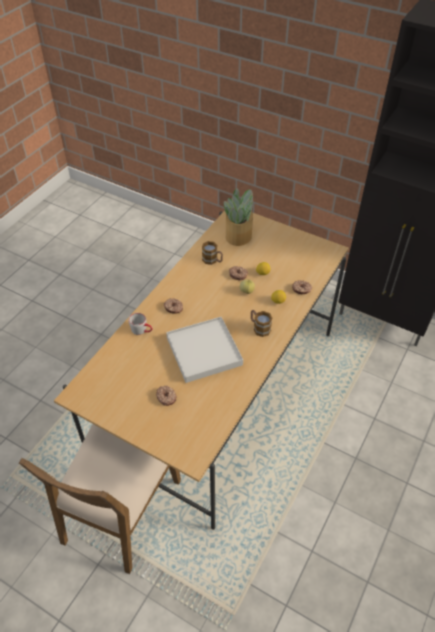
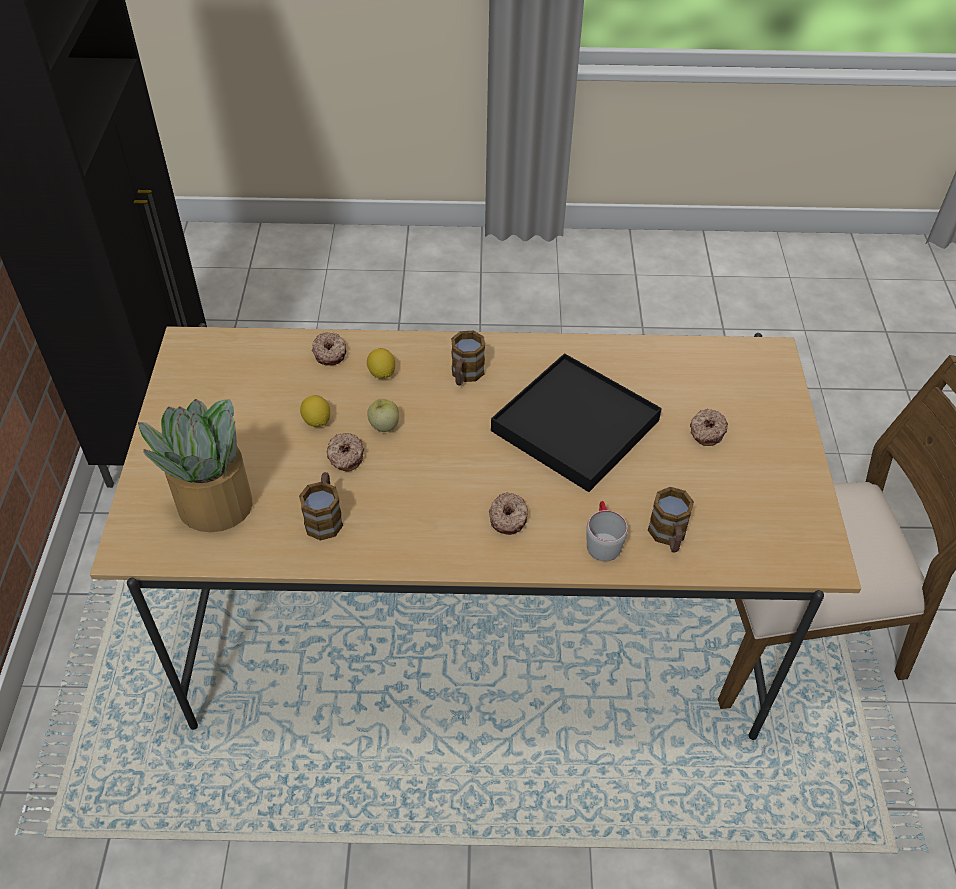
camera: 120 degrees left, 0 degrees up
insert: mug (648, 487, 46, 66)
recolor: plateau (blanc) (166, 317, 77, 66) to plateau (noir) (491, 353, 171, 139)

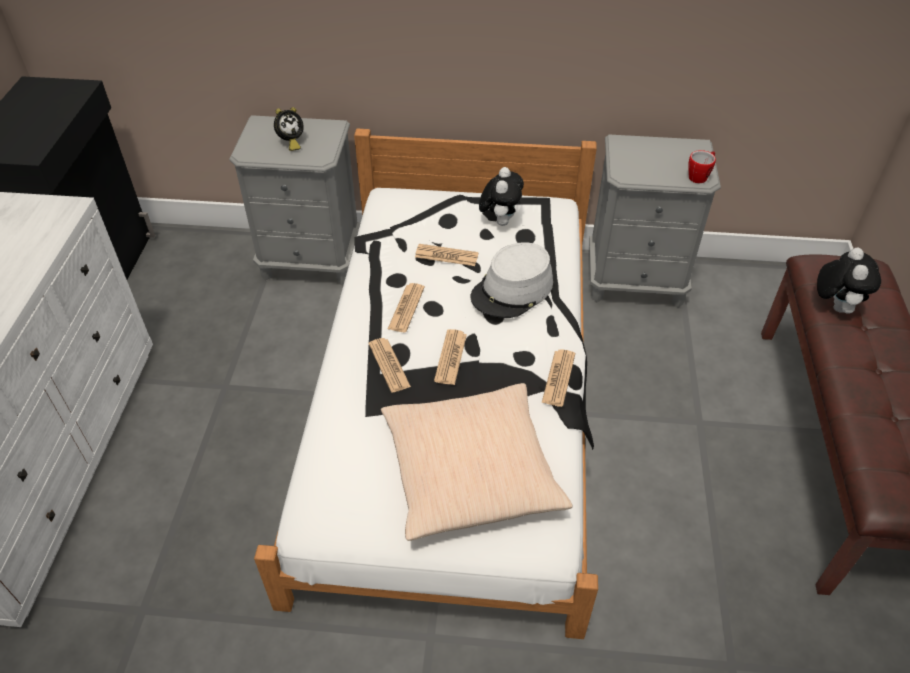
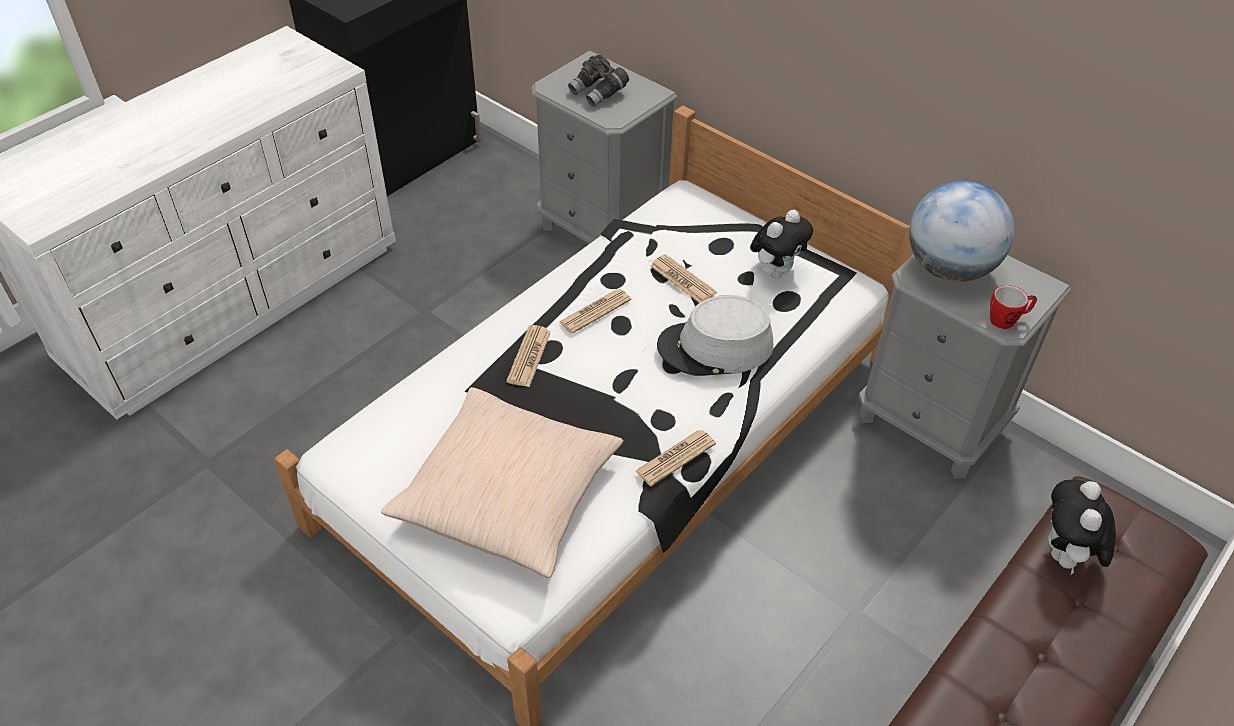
camera: 35 degrees right, 0 degrees up
delete: journal (434, 329, 33, 56)
insert: globe (909, 181, 105, 101)
replace: réveil (274, 107, 30, 44) to jumelles (gris) (568, 55, 61, 52)
rotate: peluche (817, 248, 64, 66) = (1048, 479, 68, 96) 150 degrees clockwise

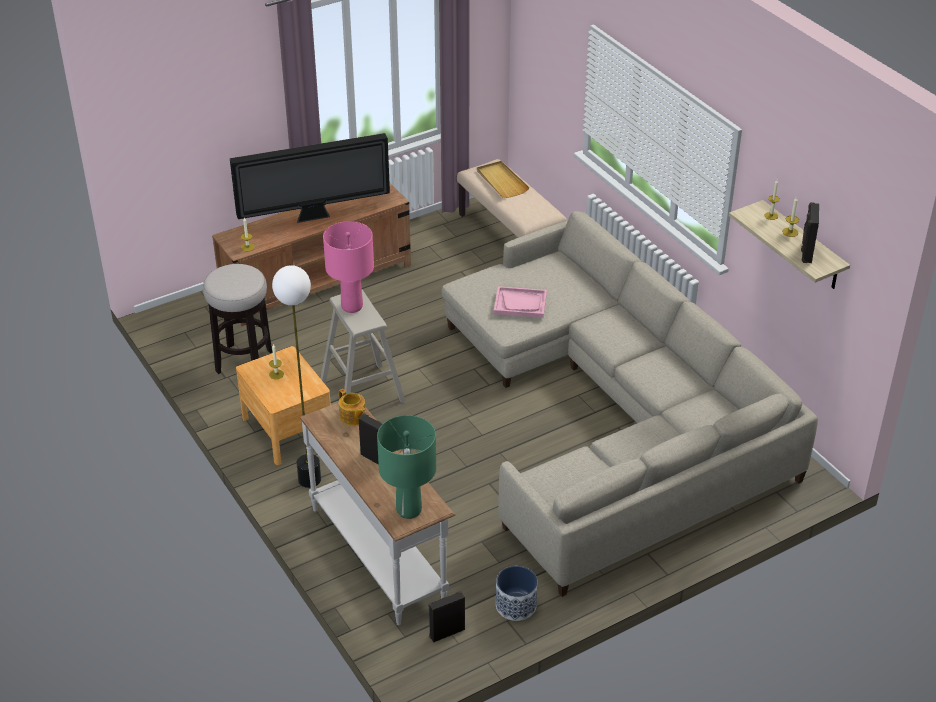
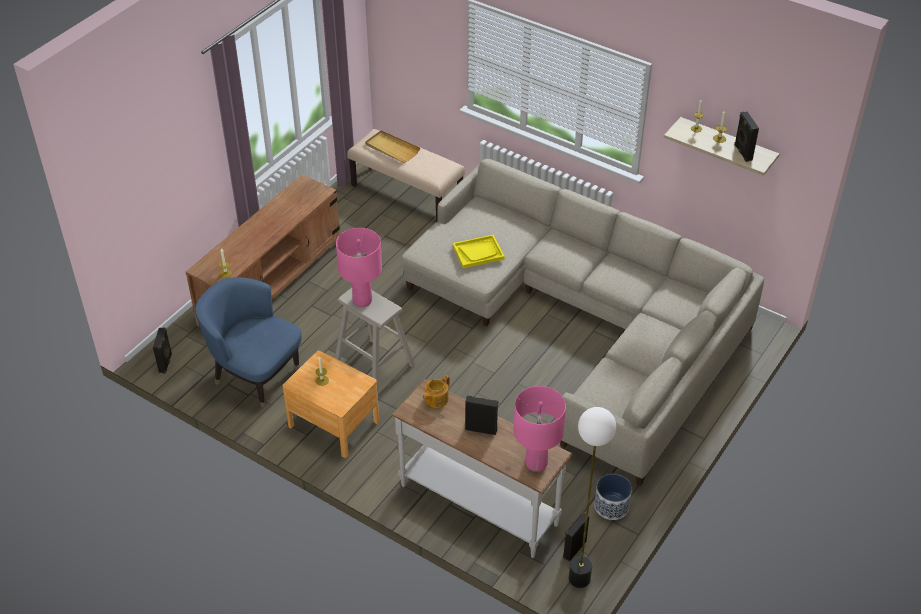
camera: 25 degrees left, 5 degrees up
delete: téléviseur (230, 133, 160, 90)
insert: enceinte (noir) (153, 328, 19, 45)
move: lampadaire (272, 265, 49, 223) to (569, 407, 47, 181)
replace: tabouret (203, 264, 69, 110) to fauteuil (bleu) (195, 277, 107, 130)
recolor: lampe de table (vert) (377, 415, 59, 104) to lampe de table (rose) (514, 386, 52, 86); plateau (rose) (494, 286, 53, 32) to plateau (jaune) (453, 235, 52, 33)
rotate: théière (339, 389, 27, 36) = (423, 375, 27, 33) 105 degrees clockwise

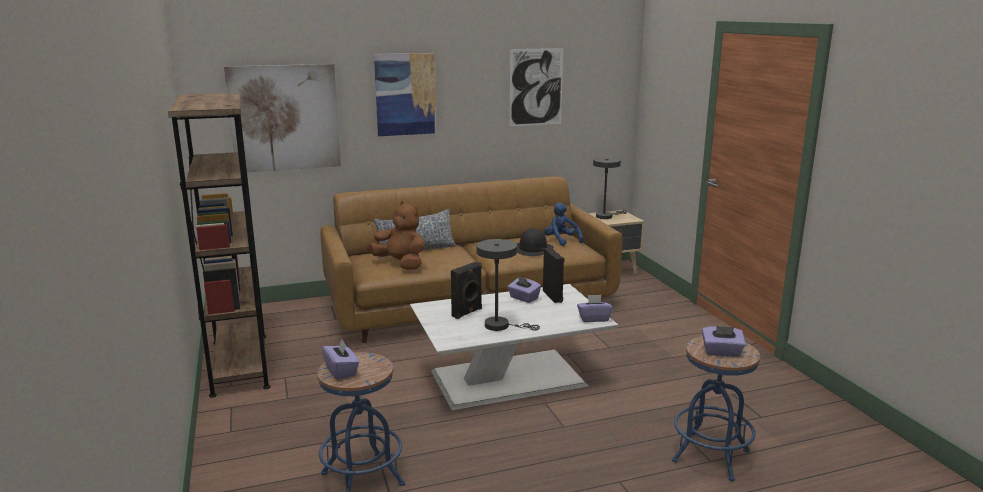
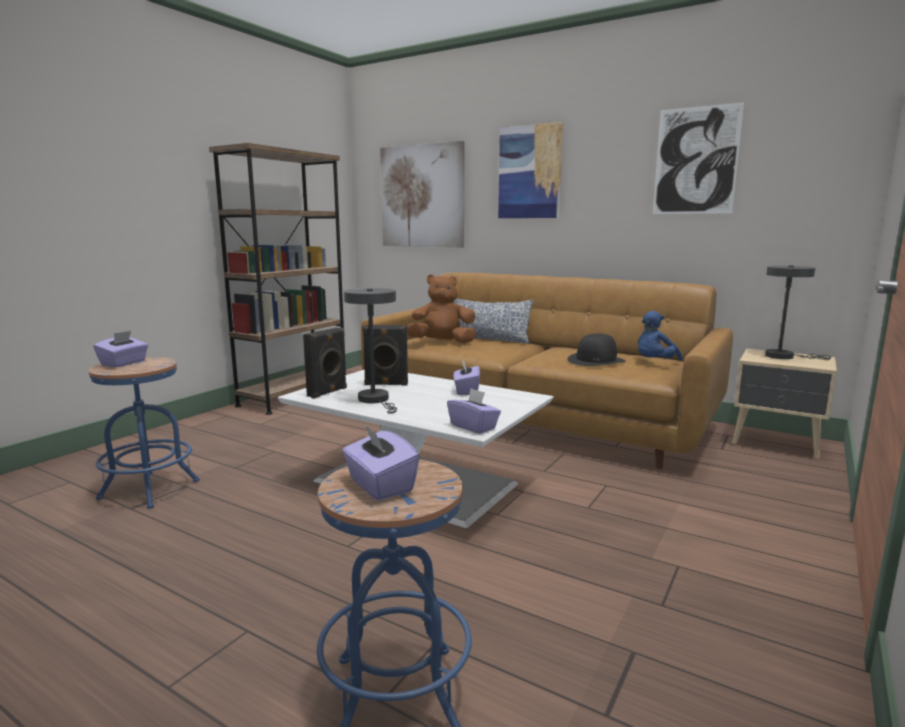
camera: 50 degrees right, 5 degrees down
move: enceinte (noir) (543, 247, 21, 56) to (303, 328, 44, 70)
rotate: peluche (marron) (369, 201, 56, 69) = (407, 274, 69, 69) 90 degrees counterclockwise; peluche (bleu) (545, 202, 38, 44) = (638, 311, 45, 50) 150 degrees counterclockwise

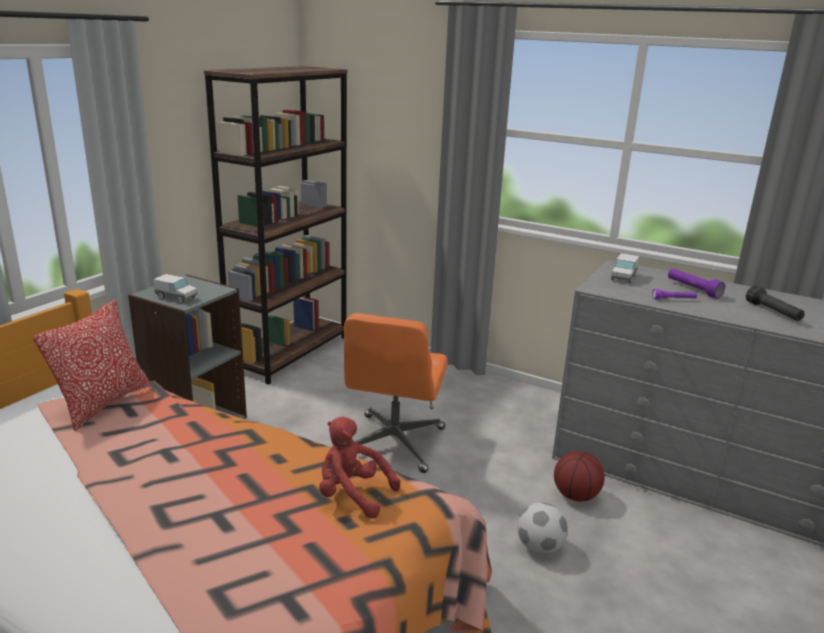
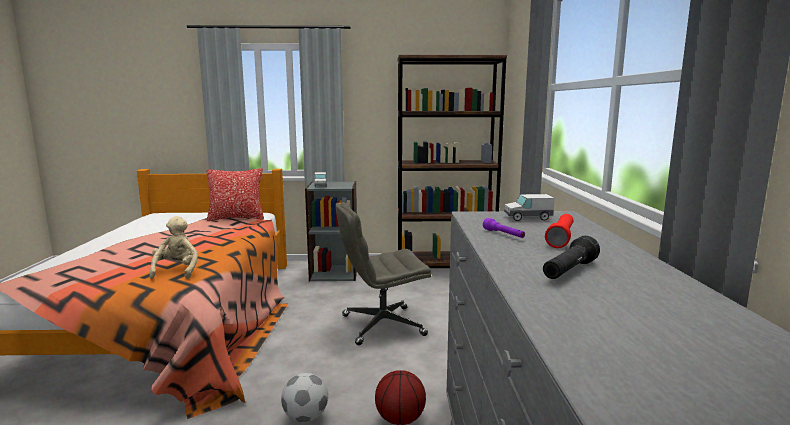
camera: 60 degrees right, 10 degrees down
recolor: peluche (rouge) (319, 417, 81, 101) to peluche (beige) (149, 216, 49, 63); chaise de bureau (orange) (344, 313, 104, 160) to chaise de bureau (gris) (335, 202, 96, 143); lampe de poche (violet) (668, 269, 57, 30) to lampe de poche (rouge) (545, 214, 28, 34)

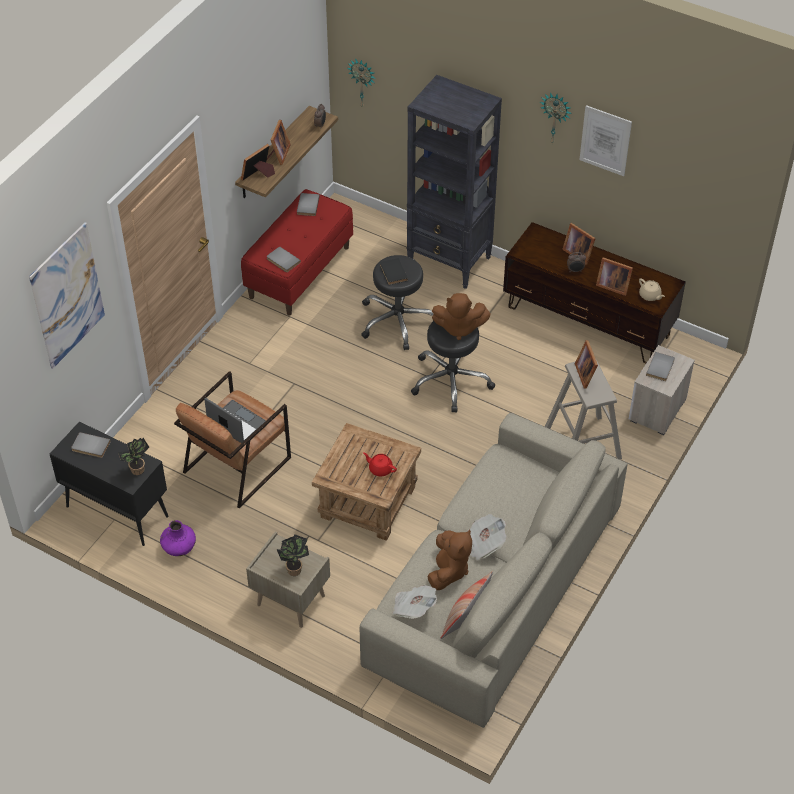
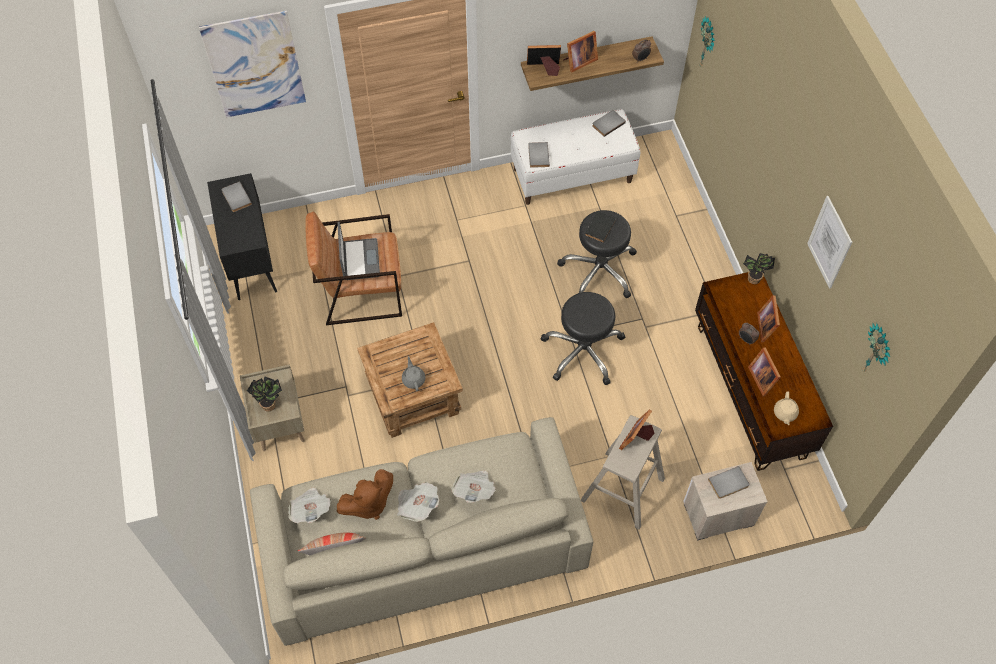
camera: 45 degrees right, 10 degrees up
delete: vase (violet) (160, 520, 36, 36); bibliothèque (noir) (407, 75, 95, 214); peluche (marron) (432, 293, 59, 47)
insert: journal (451, 470, 45, 33)
move: plante en pot (118, 438, 31, 37) to (743, 253, 32, 31); horloge murale (540, 92, 32, 51) to (862, 323, 28, 49)
recolor: banc (rouge) (241, 189, 112, 127) to banc (blanc) (511, 109, 129, 96); théière (rouge) (363, 452, 34, 25) to théière (gris) (402, 356, 24, 35)

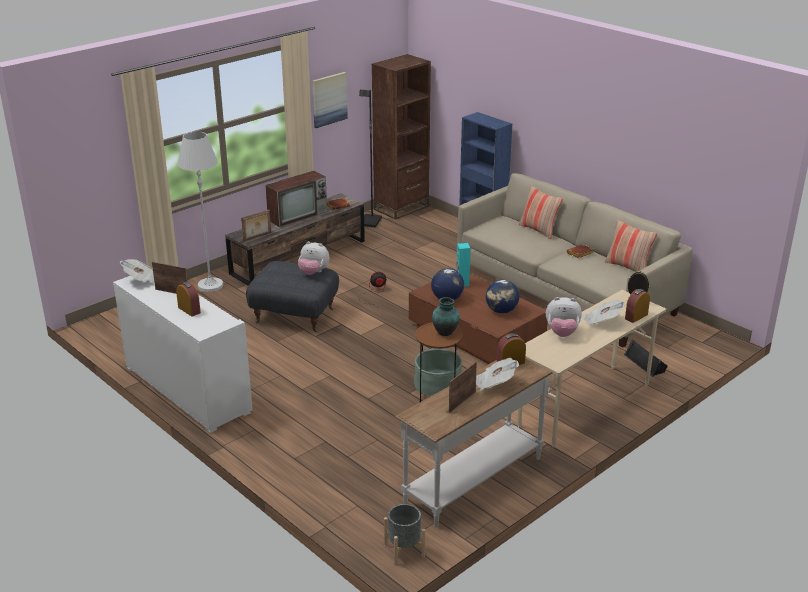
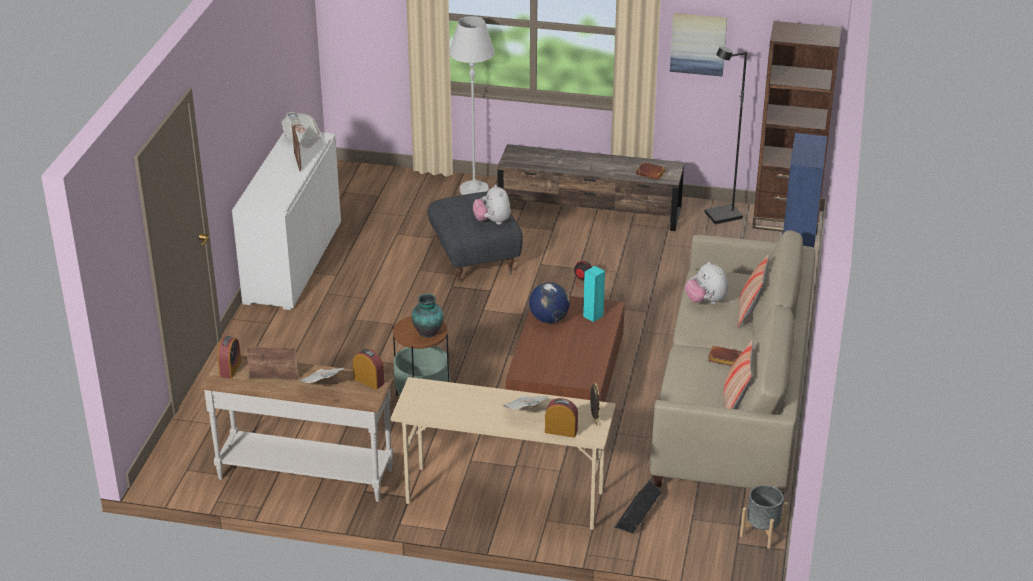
camera: 55 degrees right, 5 degrees up
delete: cadre photo (241, 210, 30, 31); téléviseur (265, 171, 62, 56); globe (486, 280, 33, 33)
move: réveil (176, 282, 25, 35) to (217, 336, 24, 42); cache-pot (gris) (384, 504, 41, 61) to (740, 485, 48, 64); peluche (546, 297, 36, 40) to (685, 262, 43, 42)

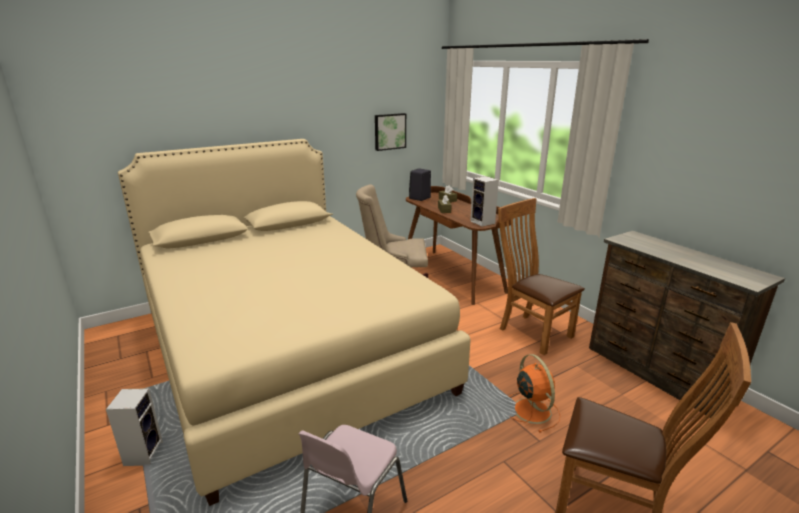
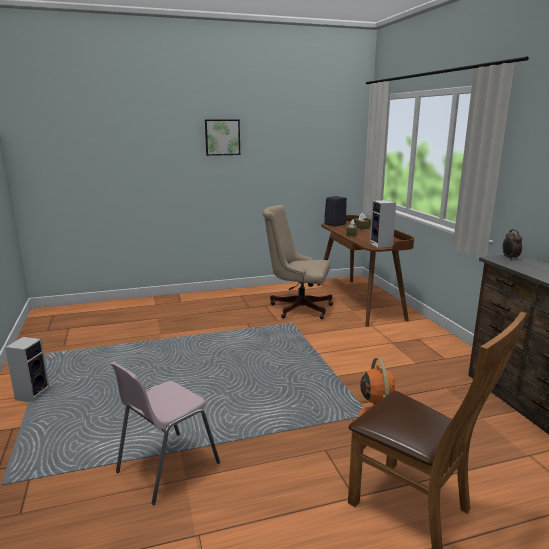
camera: 15 degrees right, 5 degrees down
delete: lit (beige) (118, 139, 353, 367); chaise (marron) (498, 198, 87, 157)
insert: réveil (502, 229, 20, 31)
move: tableau (375, 113, 31, 38) to (205, 120, 35, 36)

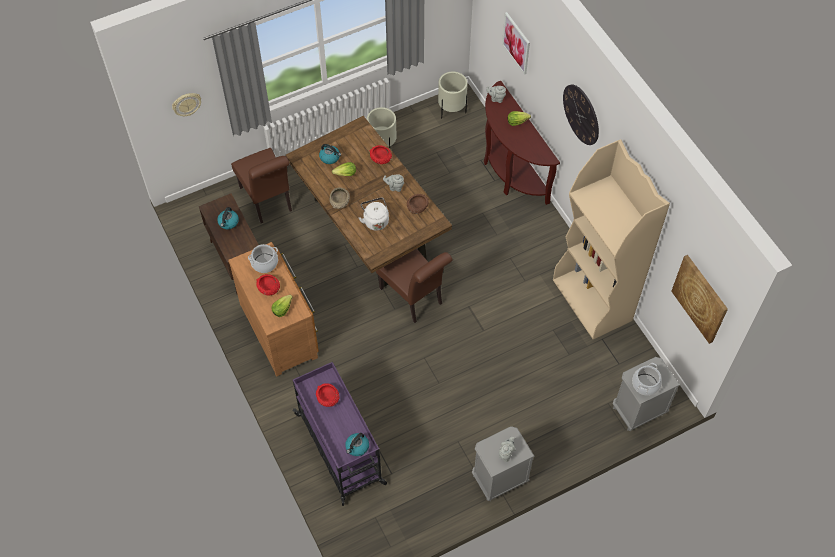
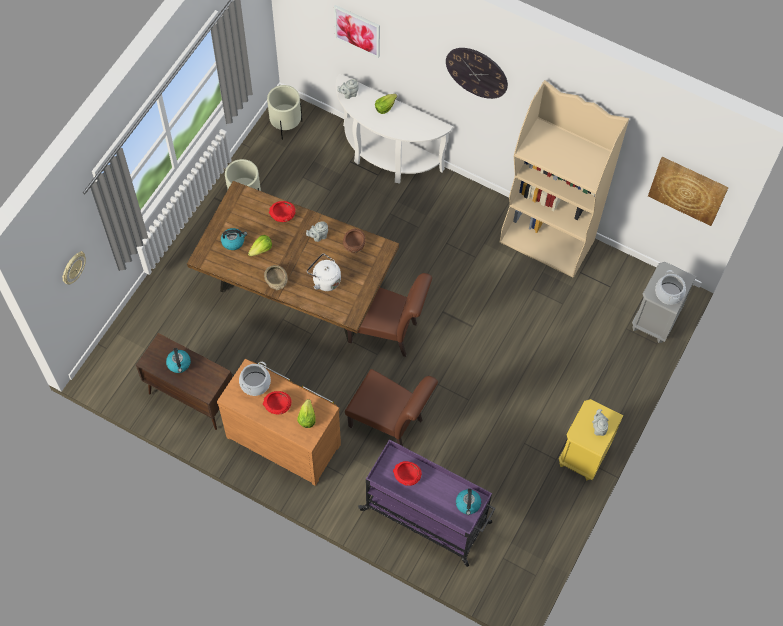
camera: 35 degrees left, 5 degrees up
move: chaise (marron) (231, 148, 61, 76) to (345, 369, 93, 77)
recolor: table de chevet (gris) (472, 426, 63, 75) to table de chevet (jaune) (559, 399, 64, 81); table console (marron) (484, 81, 76, 124) to table console (blanc) (336, 73, 117, 111)

